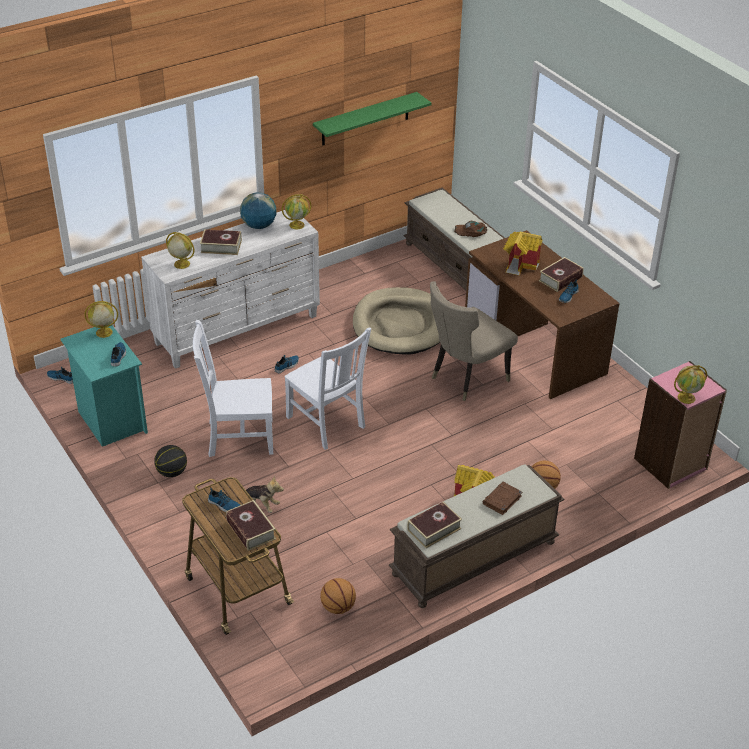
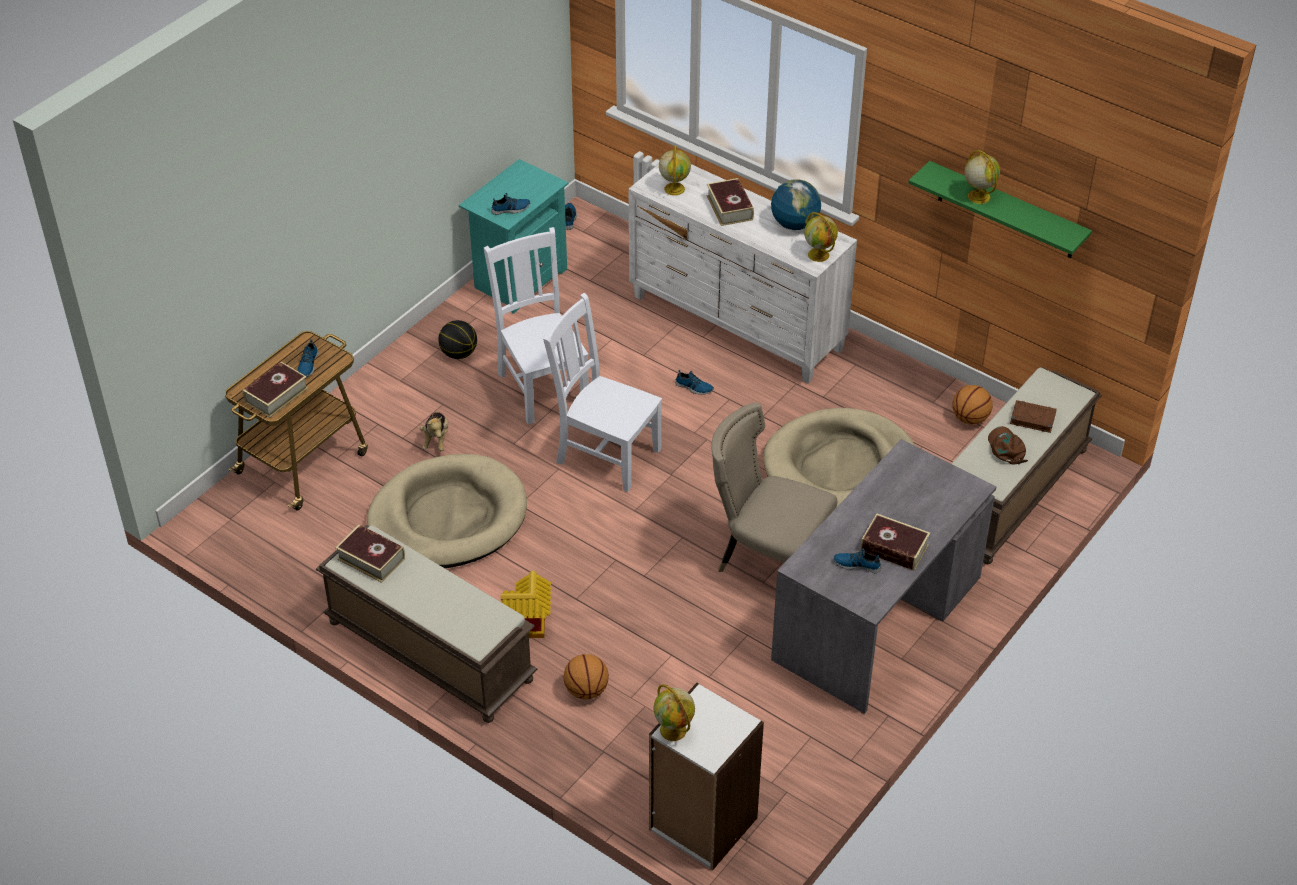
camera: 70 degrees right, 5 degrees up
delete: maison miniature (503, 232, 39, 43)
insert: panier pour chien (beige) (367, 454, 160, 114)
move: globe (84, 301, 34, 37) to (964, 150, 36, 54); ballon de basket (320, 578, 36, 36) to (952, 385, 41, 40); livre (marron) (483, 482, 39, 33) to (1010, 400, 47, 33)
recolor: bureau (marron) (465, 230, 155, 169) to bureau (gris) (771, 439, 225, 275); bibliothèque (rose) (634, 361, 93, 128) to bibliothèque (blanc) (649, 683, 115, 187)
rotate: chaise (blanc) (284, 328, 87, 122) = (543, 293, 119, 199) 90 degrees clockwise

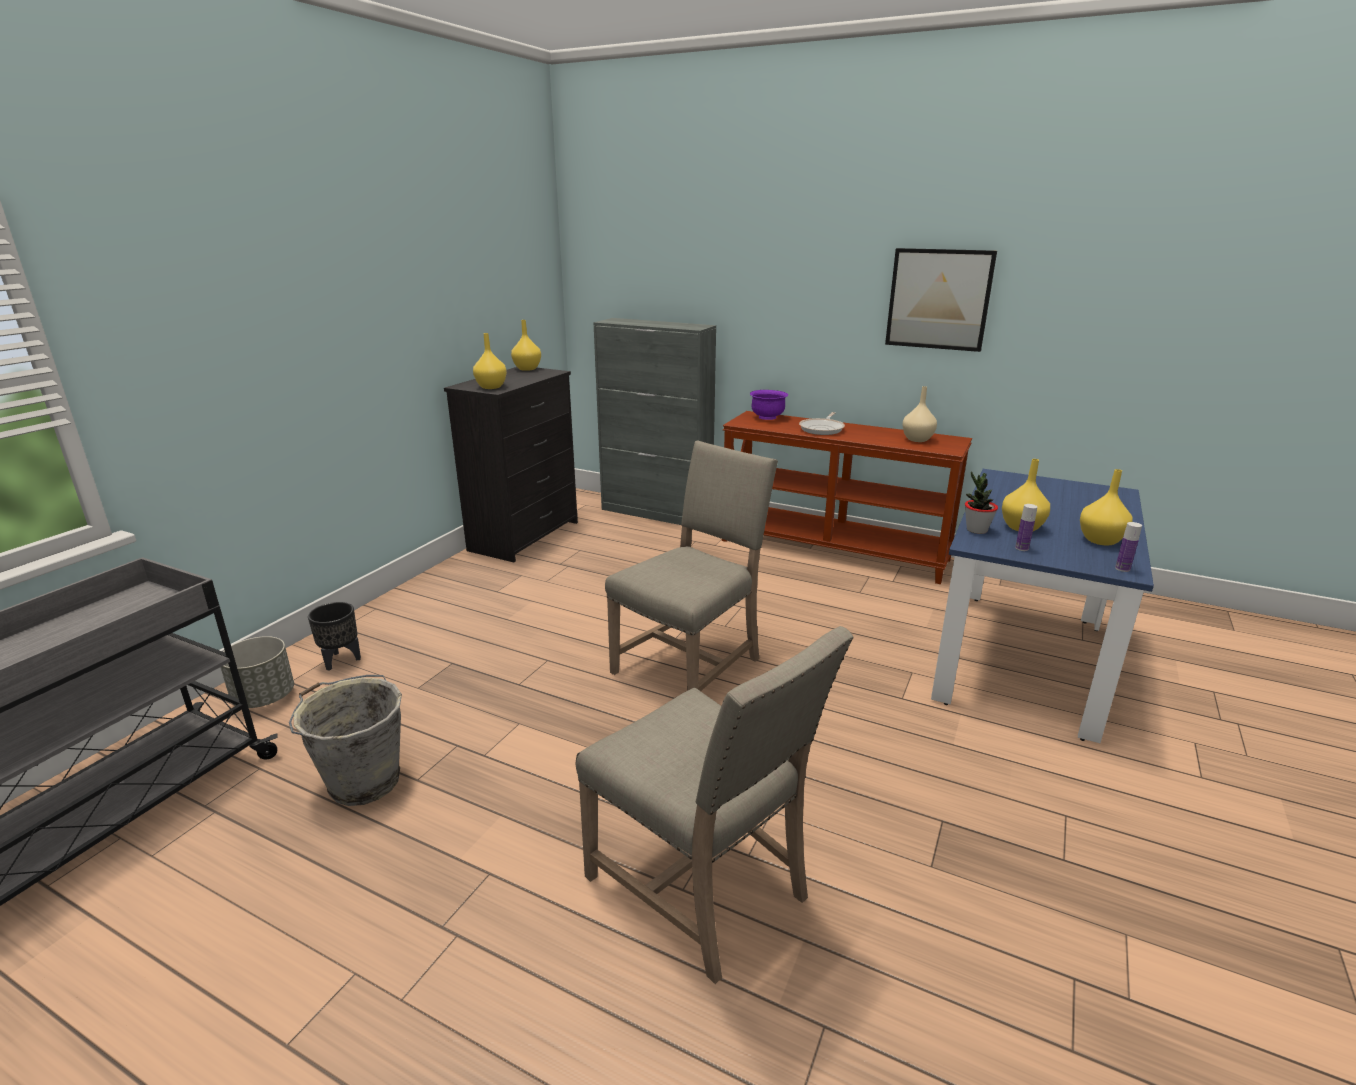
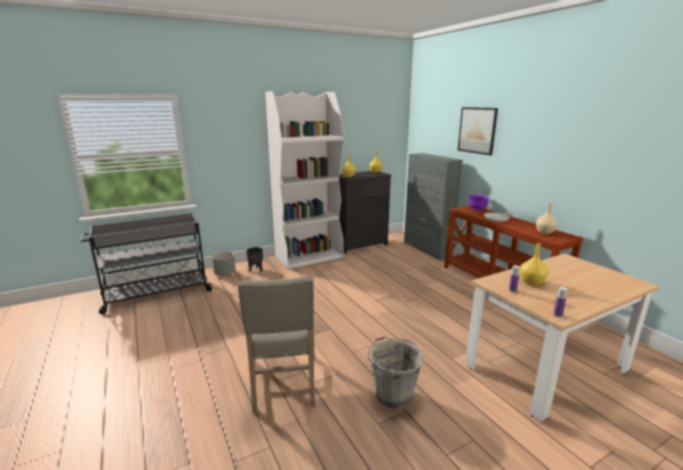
camera: 35 degrees right, 5 degrees down
delete: chaise (beige) (605, 440, 173, 251); plante en pot (965, 471, 33, 63); vase (jaune) (1080, 469, 52, 76)
insert: bibliothèque (blanc) (265, 91, 79, 178)
move: seau (gris) (289, 675, 113, 131) to (368, 336, 56, 73); tableau (885, 248, 112, 104) to (458, 107, 40, 48)
recolor: table à manger (bleu) (931, 469, 223, 274) to table à manger (beige) (465, 254, 195, 168)

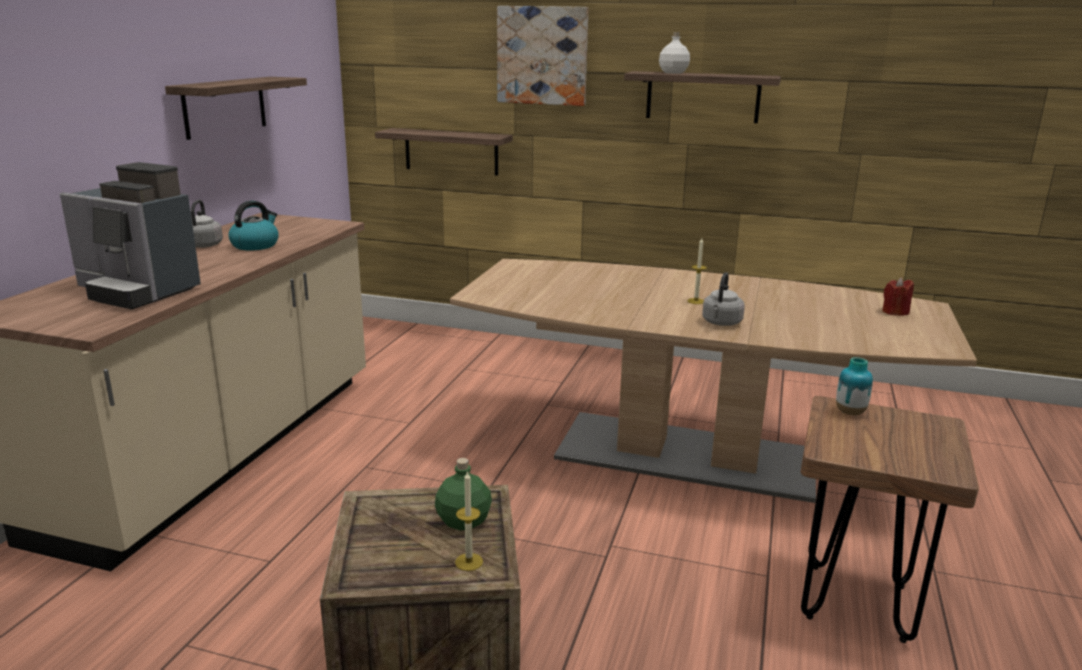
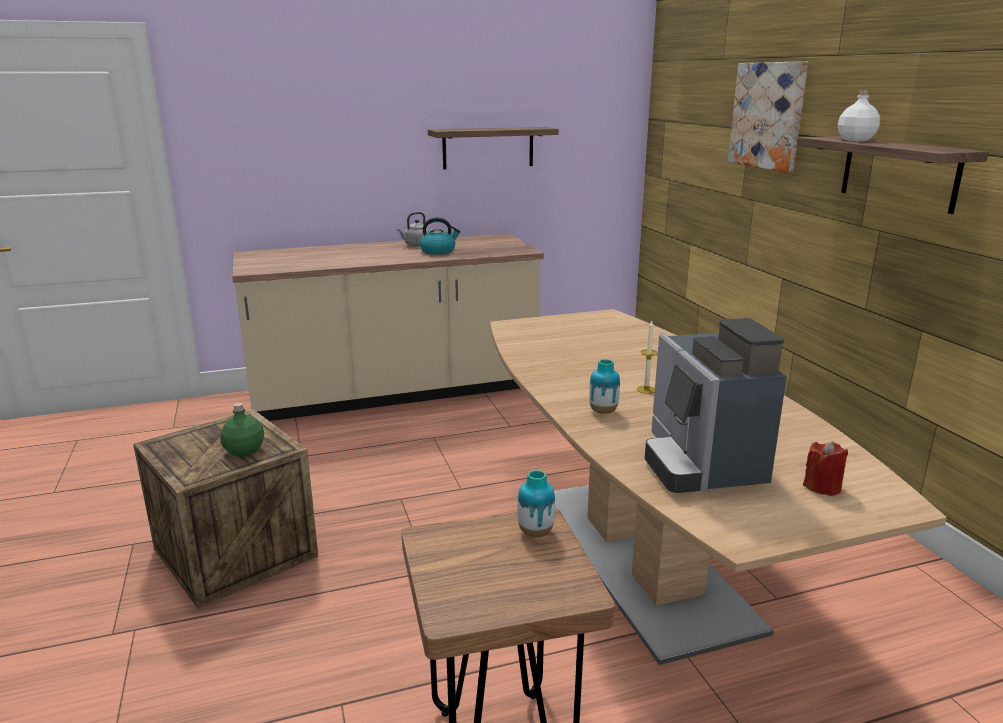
camera: 55 degrees right, 0 degrees up
delete: étagère (375, 128, 138, 48); bougie (455, 470, 28, 101)
move: machine à café (60, 162, 141, 147) to (645, 318, 142, 175)
replace: bouilloire (gris) (702, 272, 43, 54) to vase (589, 359, 31, 55)

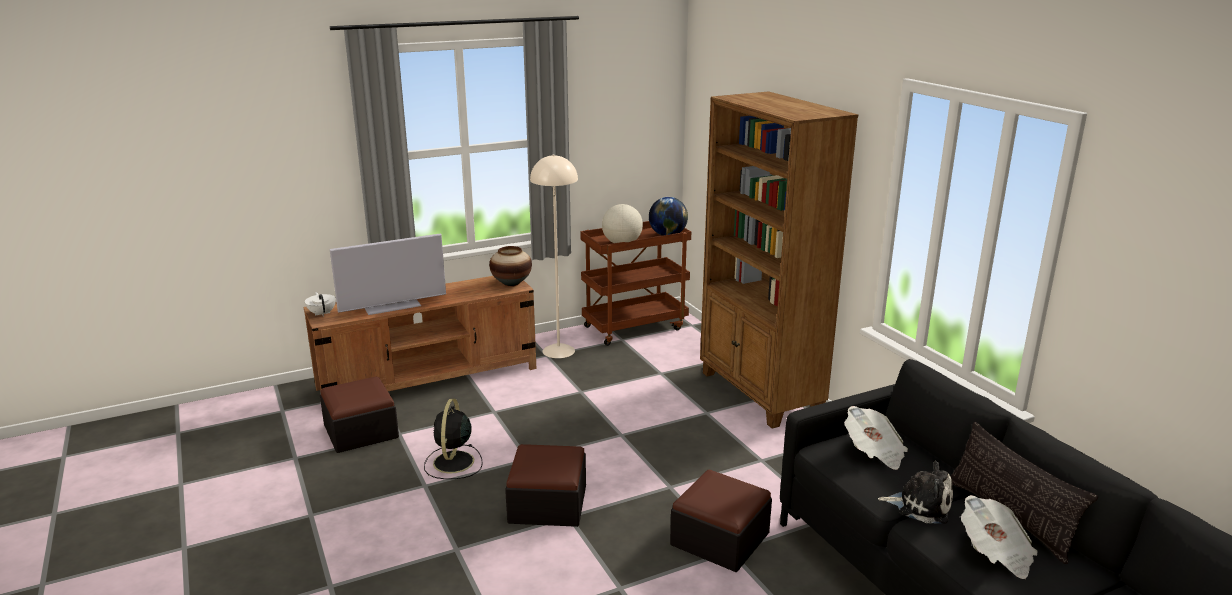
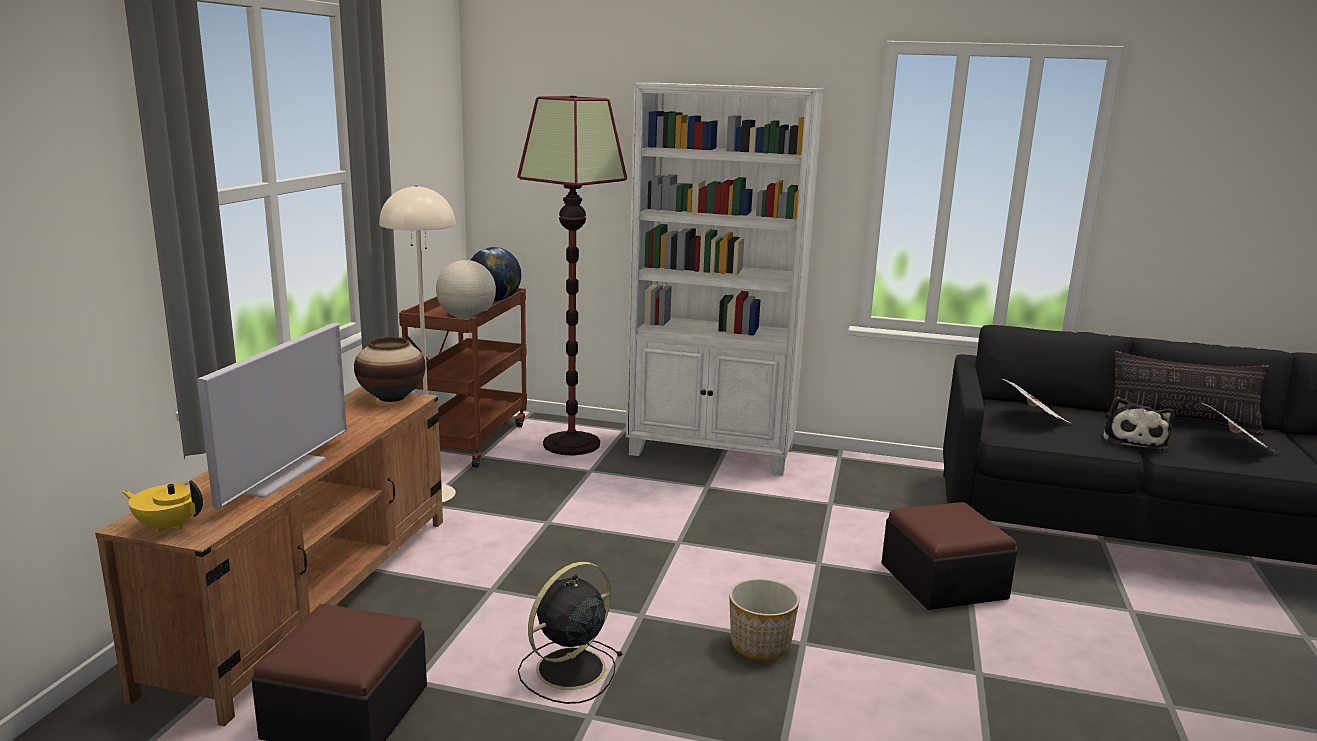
camera: 50 degrees left, 5 degrees down
insert: lampadaire (517, 96, 110, 360)
replace: pouf (505, 444, 81, 83) to cache-pot (729, 578, 70, 83)
recolor: théière (blanc) (305, 292, 31, 25) to théière (jaune) (122, 480, 81, 53); bibliothèque (marron) (700, 91, 158, 338) to bibliothèque (blanc) (626, 83, 198, 392)
rotate: ventilateur (noir) (424, 398, 59, 81) = (518, 562, 105, 142) 90 degrees clockwise; peluche (878, 461, 75, 63) = (1103, 397, 71, 53) 135 degrees clockwise

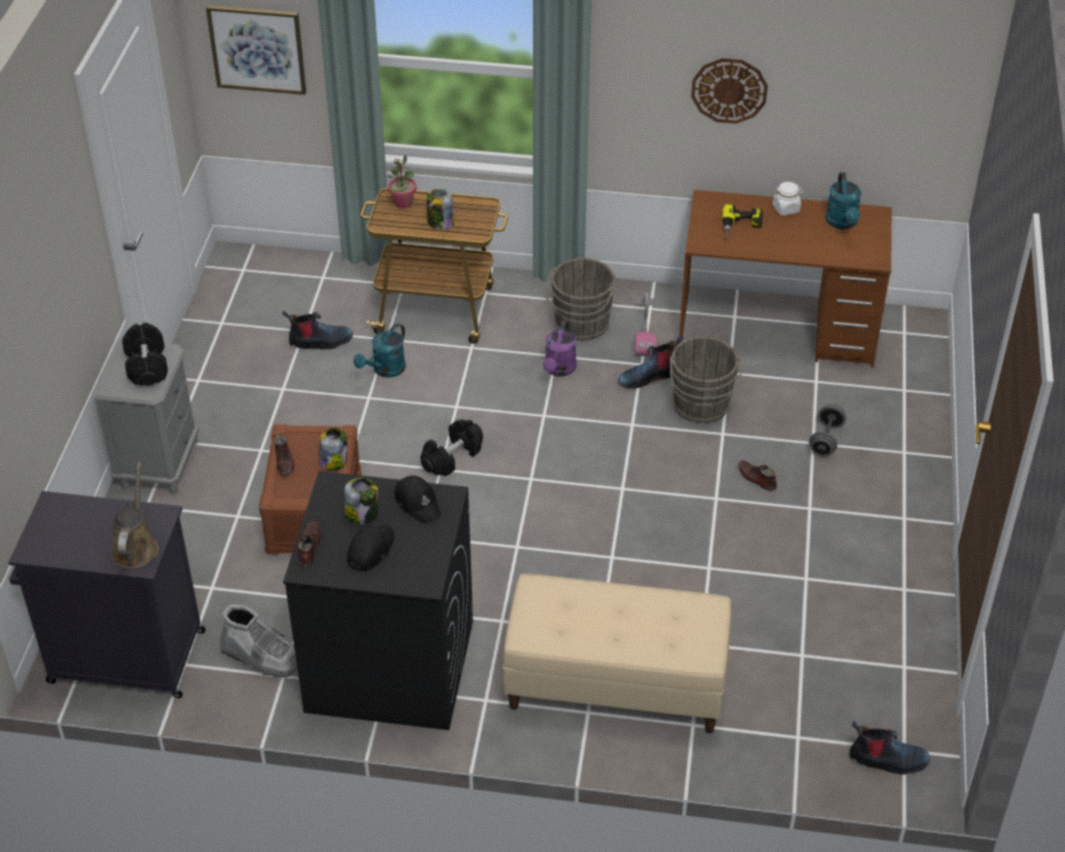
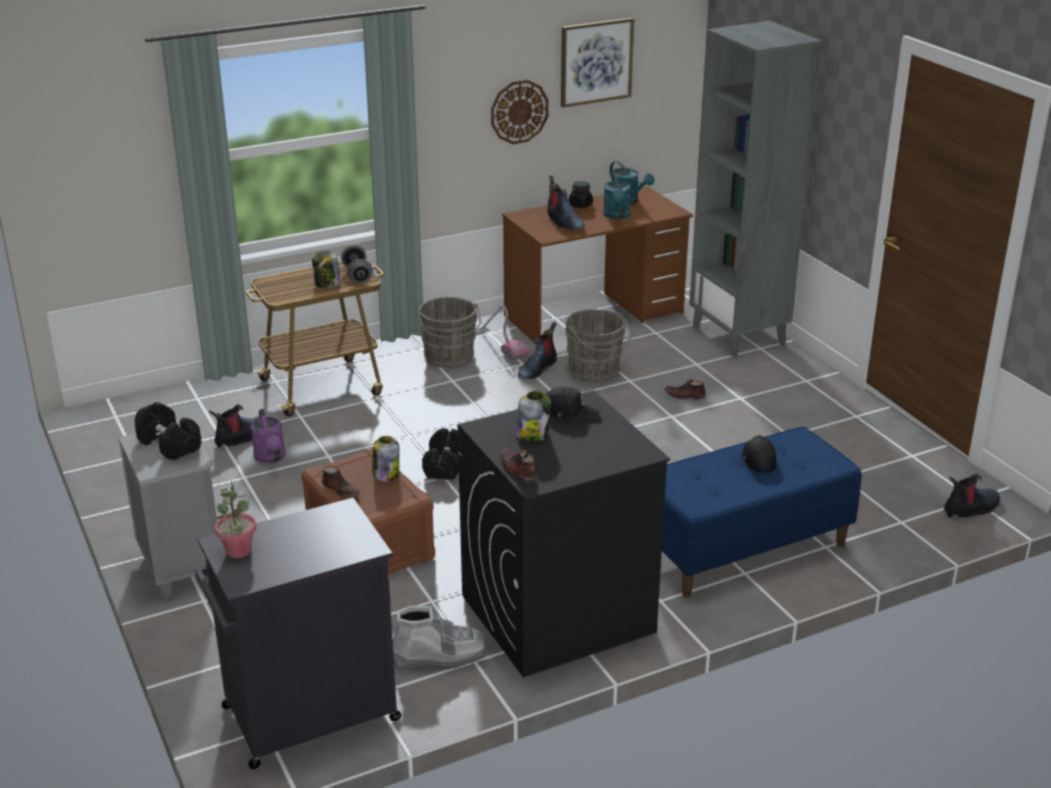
camera: 35 degrees left, 15 degrees down
delete: arrosoir (marron) (111, 462, 48, 107)
insert: bibliothèque (gris) (689, 21, 133, 336)
move: tableau (206, 5, 100, 90) to (561, 18, 73, 90); casquette (noir) (347, 524, 48, 47) to (742, 435, 34, 38); arrosoir (turquoise) (354, 323, 52, 55) to (603, 173, 28, 46); plante en pot (388, 155, 29, 54) to (215, 481, 41, 77); arrosoir (violet) (543, 321, 34, 56) to (250, 409, 36, 54); haltère (gris) (809, 404, 37, 52) to (341, 245, 32, 39)
replace: perceuse (722, 204, 41, 37) to botte (547, 176, 38, 55)
recolor: banc (beige) (503, 574, 228, 159) to banc (bleu) (662, 427, 200, 170); bocal (blanc) (773, 182, 30, 34) to bocal (noir) (569, 181, 24, 27)

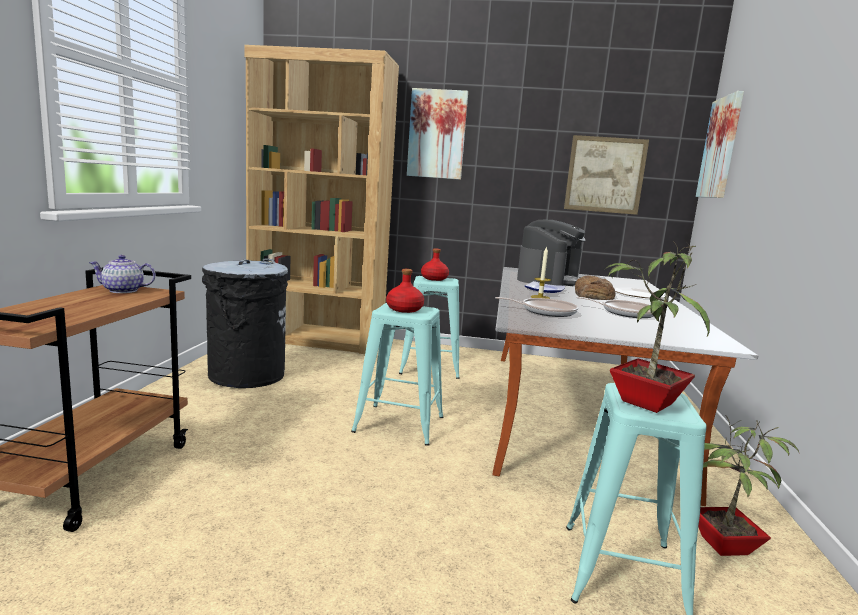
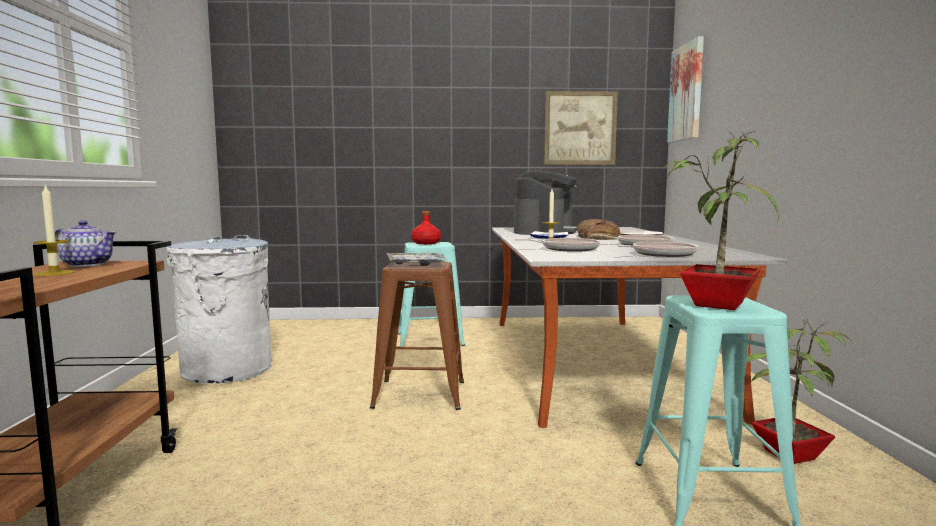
camera: 10 degrees left, 5 degrees down
delete: bibliothèque (marron) (245, 45, 154, 309); tableau (407, 88, 61, 92)
insert: bougie (34, 184, 40, 92); poêle (618, 242, 80, 15)
replace: bouteille (rouge) (386, 269, 38, 44) to plateau (386, 253, 61, 13)
recolor: poubelle (noir) (202, 258, 86, 130) to poubelle (blanc) (166, 235, 105, 149); tabouret (turquoise) (351, 303, 92, 143) to tabouret (marron) (370, 261, 94, 149)
rotate: théière (89, 255, 67, 38) = (55, 220, 62, 47) 150 degrees counterclockwise

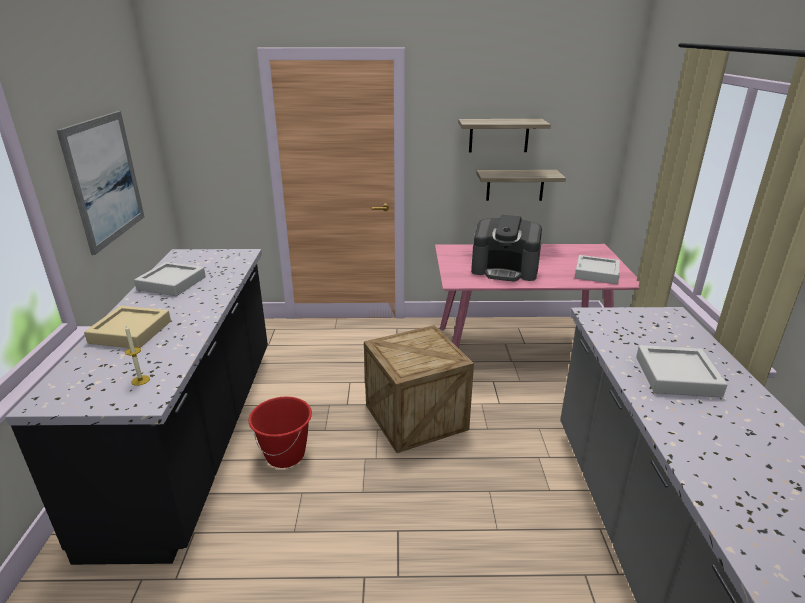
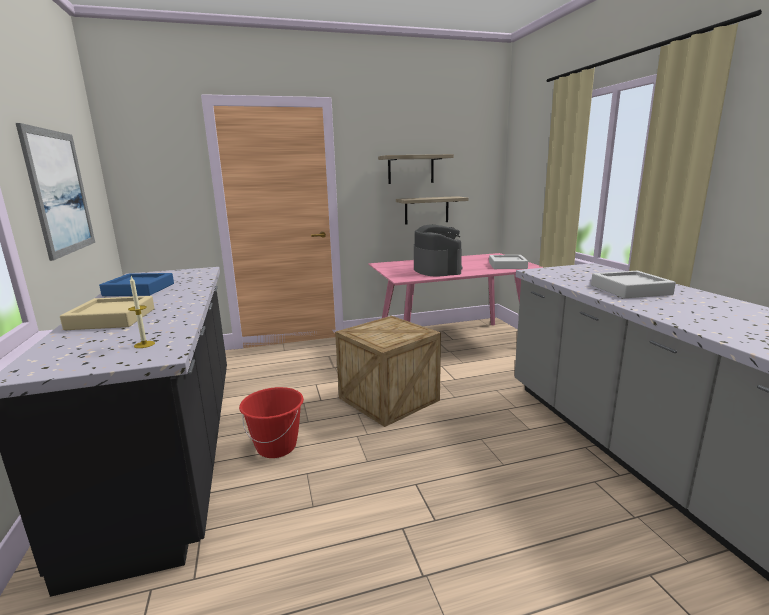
camera: 15 degrees left, 10 degrees down
recolor: plateau (gris) (134, 262, 72, 34) to plateau (bleu) (99, 273, 75, 23)
rotate: machine à café (471, 215, 71, 67) = (414, 224, 49, 53) 105 degrees counterclockwise

